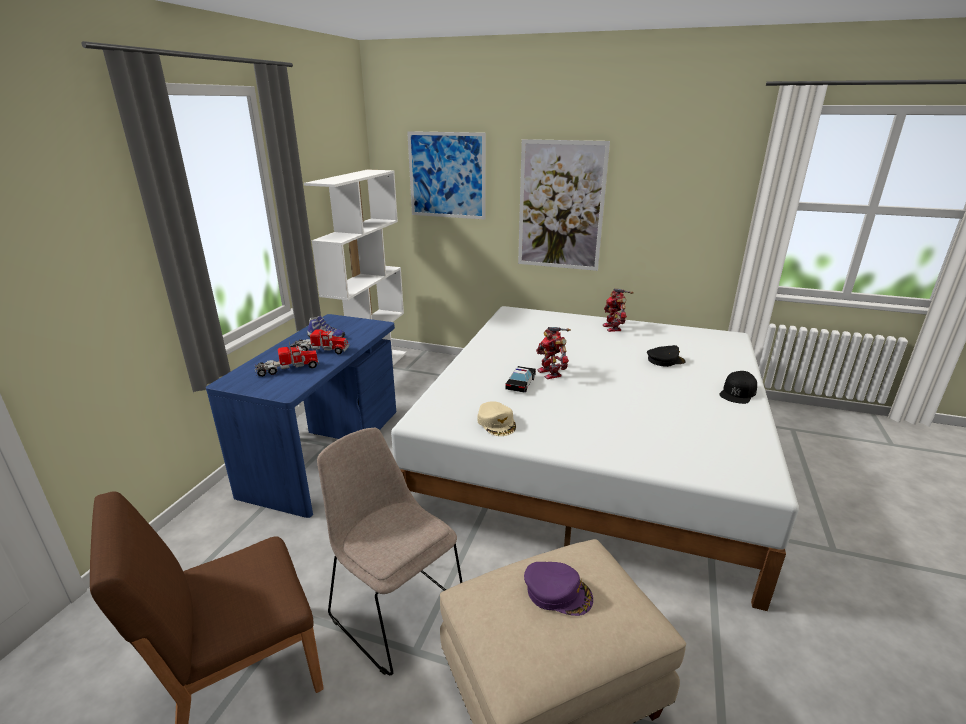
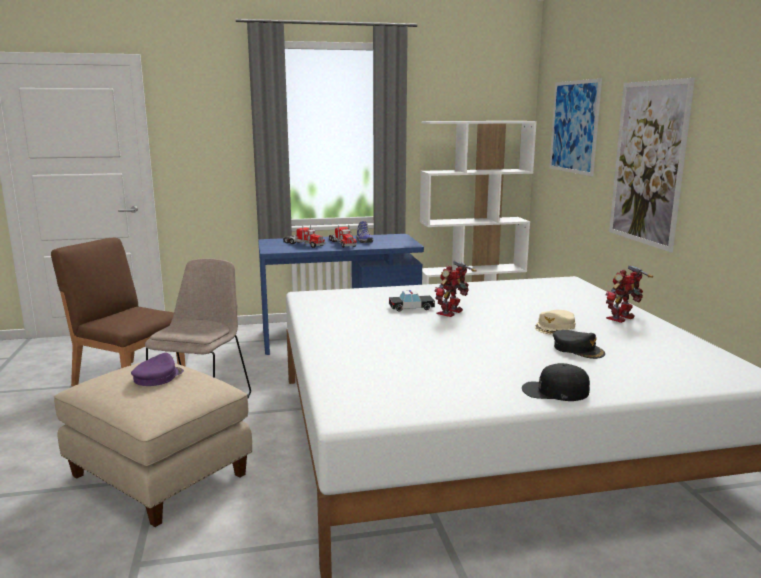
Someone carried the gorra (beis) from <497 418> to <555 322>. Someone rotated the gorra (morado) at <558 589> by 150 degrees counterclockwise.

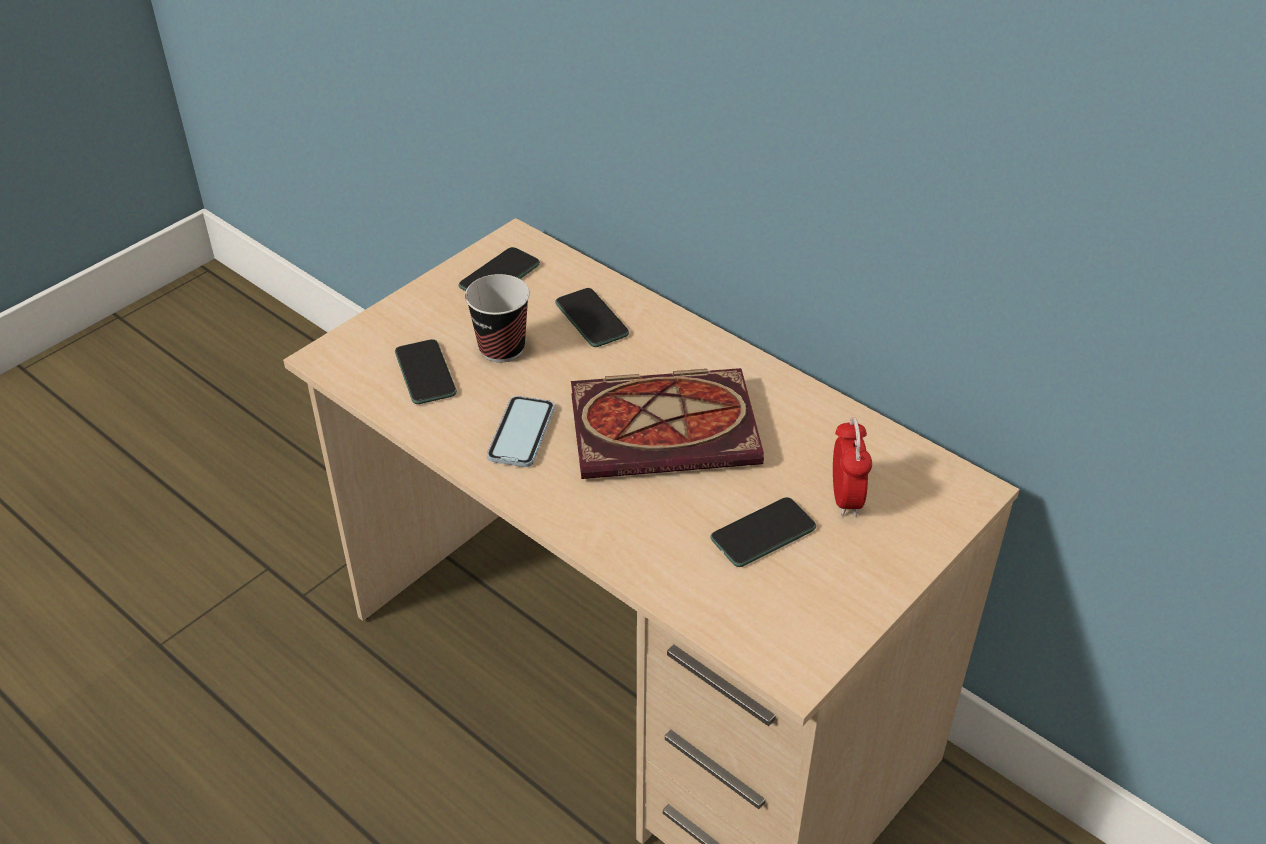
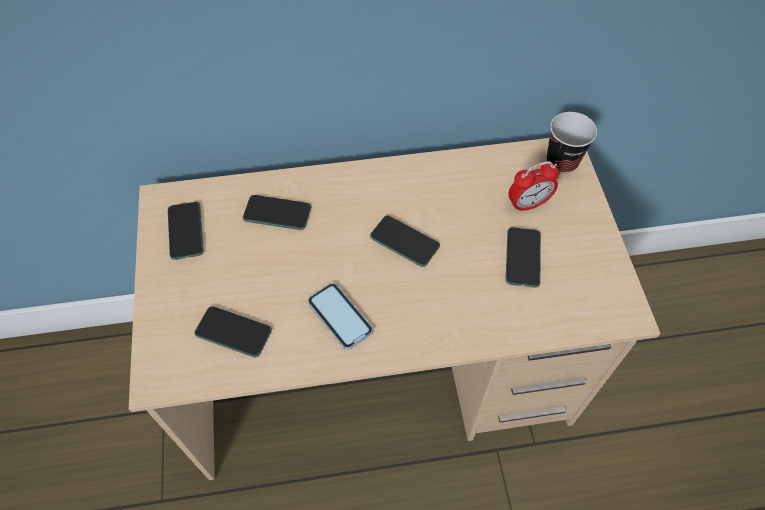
Someone carried the taza from <497 318> to <572 143>. Someone swapped the libro at <667 423> for the móvil at <405 241>. Someone rotated the despertador at <852 466> by 120 degrees clockwise.

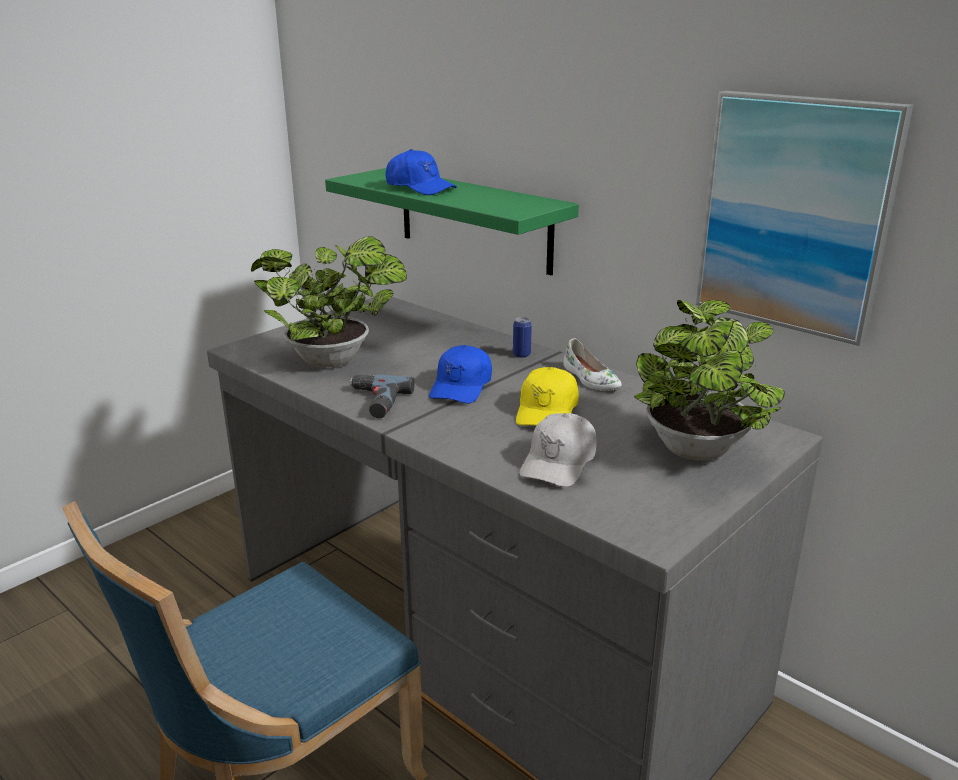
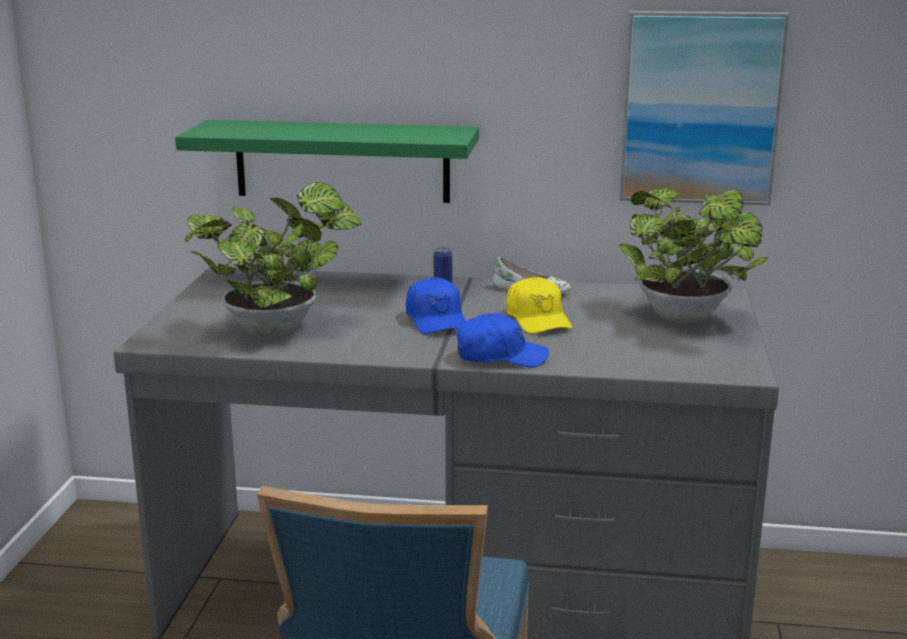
Someone carried the gorra (azul) from <421 172> to <502 340>. Someone took away the taladro at <381 396>. Someone took away the gorra (blanco) at <558 450>.

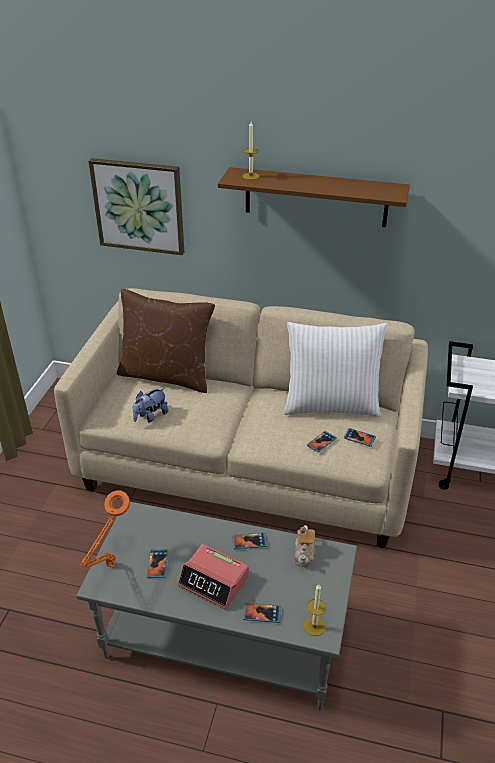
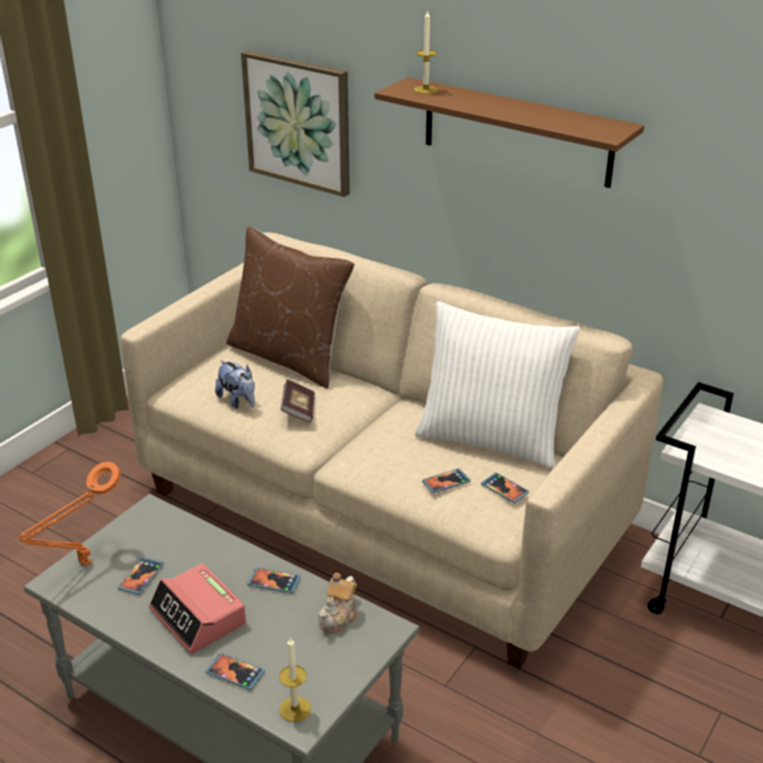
Someone rotated the peluche at <150 405> by 105 degrees counterclockwise. Someone put down the libro at <297 400>.

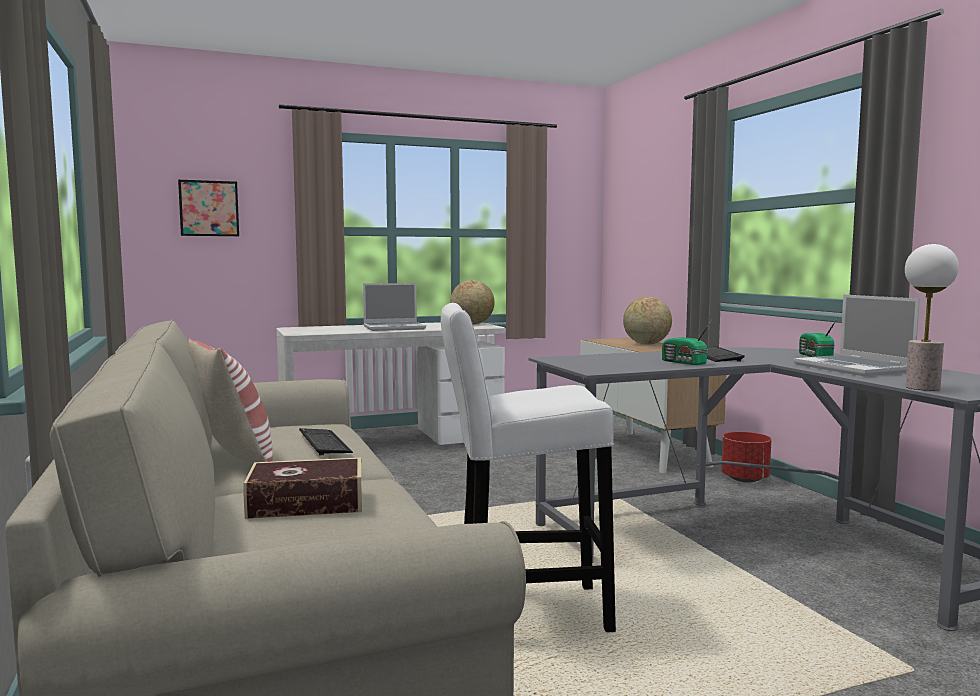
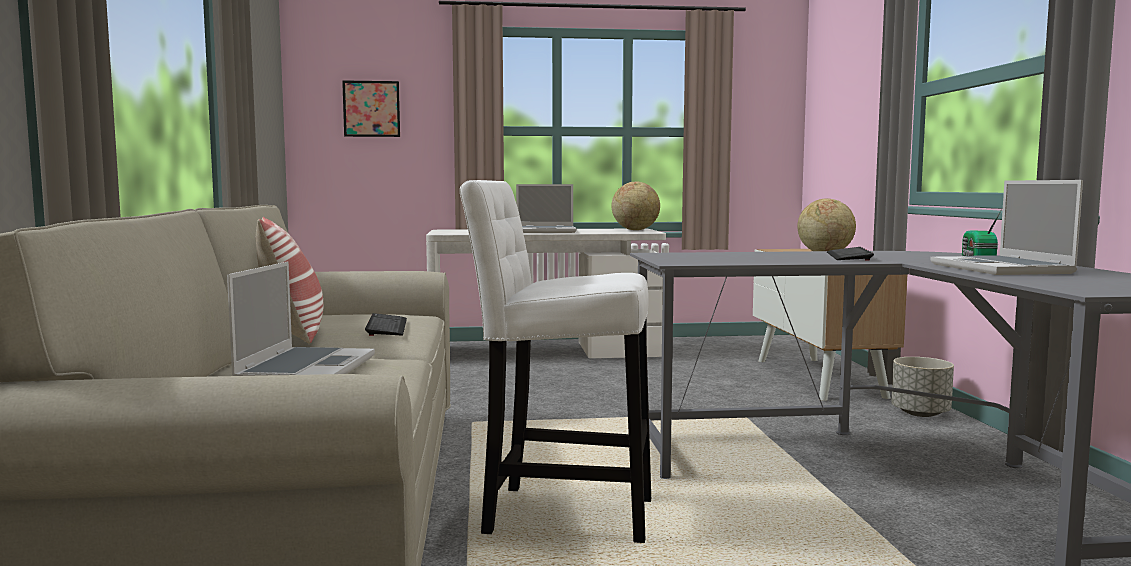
Someone took away the lámpara de mesa at <932 317>. Someone took away the radio at <687 342>. Someone repainted the maceta (rojo) at <746 457>, which became the maceta (gris) at <922 387>. Someone swapped the libro at <302 488> for the portátil at <301 318>.

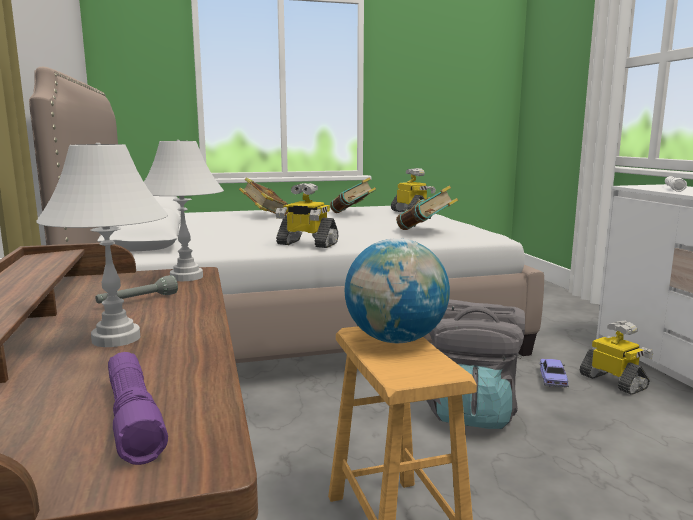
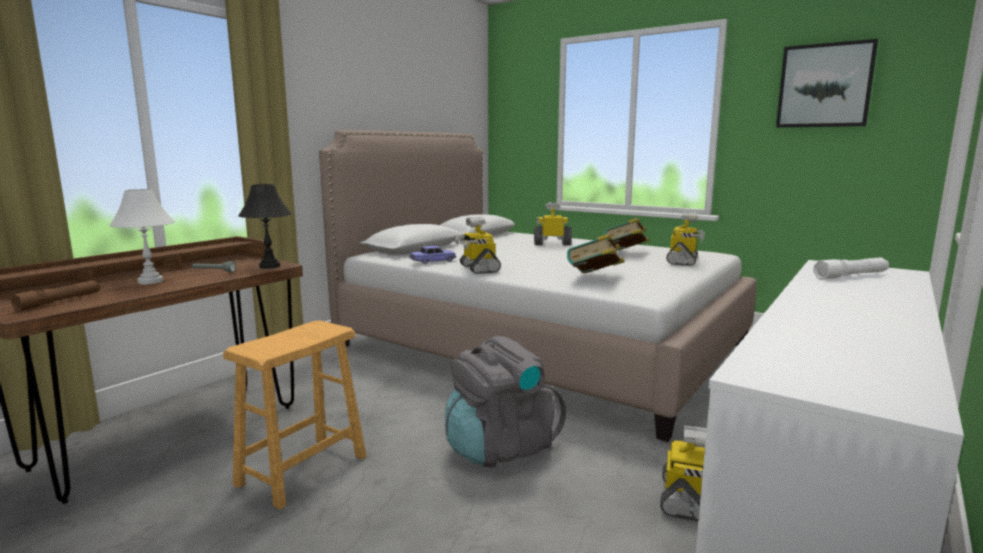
Someone repainted the lámpara de mesa (blanco) at <184 210>, which became the lámpara de mesa (negro) at <264 226>. Someone swapped the libro at <263 196> for the robot de juguete at <553 223>. Someone took away the globo terráqueo at <397 290>. Someone repainted the linterna (morado) at <138 408>, which became the linterna (marrón) at <55 295>. Someone carried the coche de juguete from <554 373> to <432 255>. Someone put up the cuadro at <827 83>.

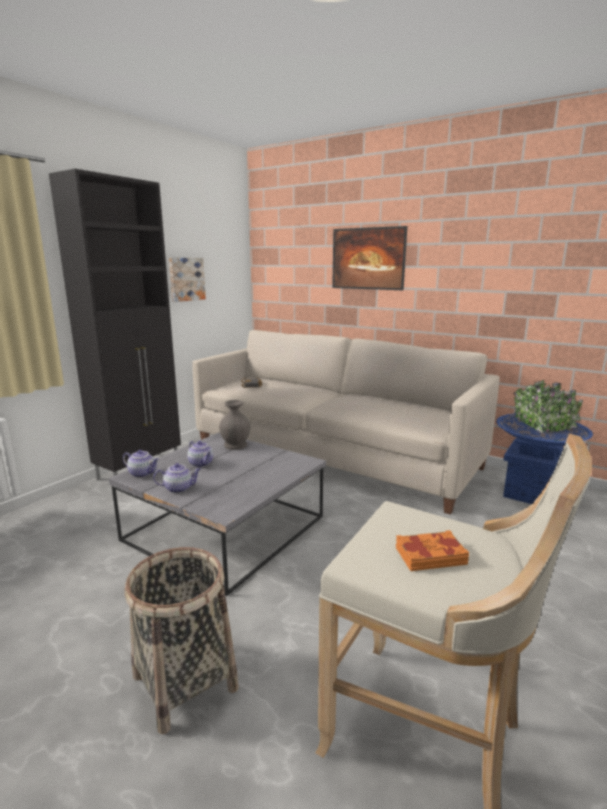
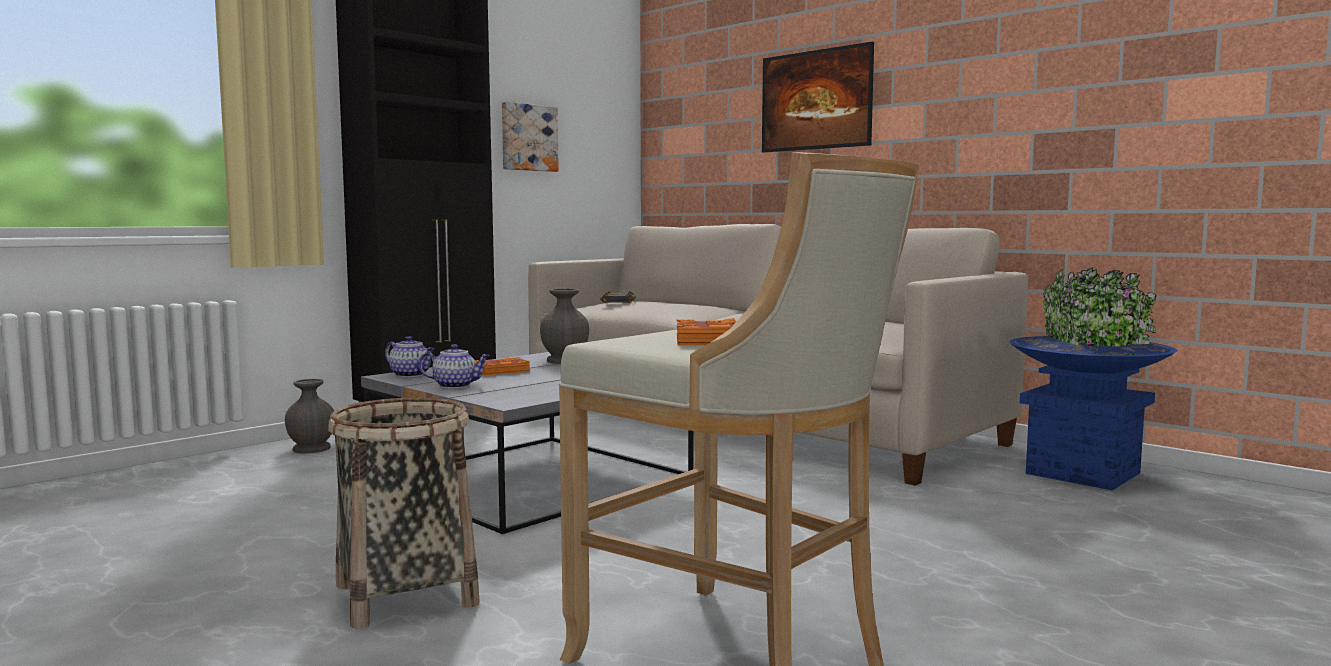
Someone swapped the tetera at <200 454> for the libro (naranja) at <502 366>. Someone put down the florero (gris) at <309 416>.

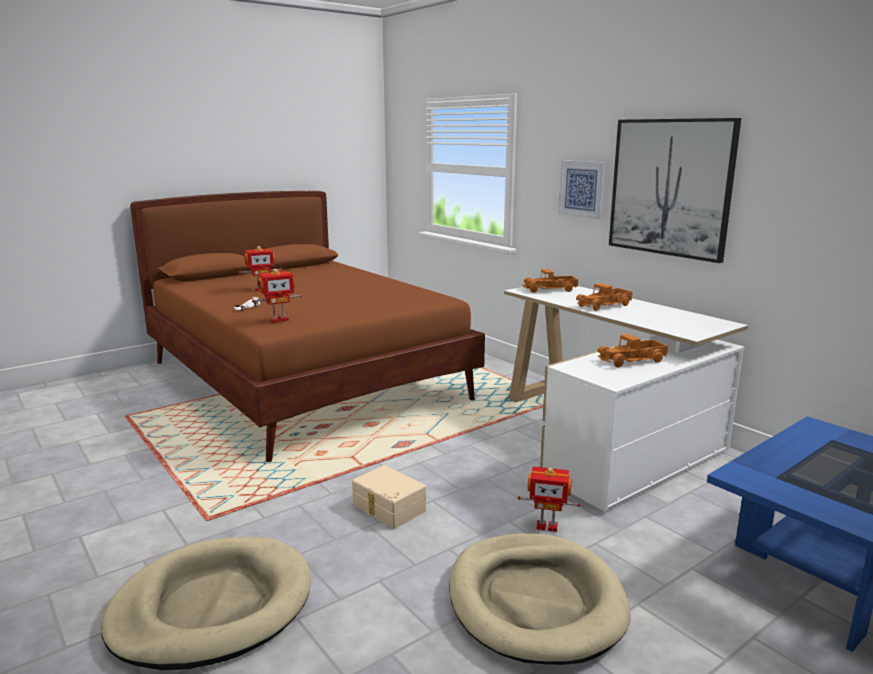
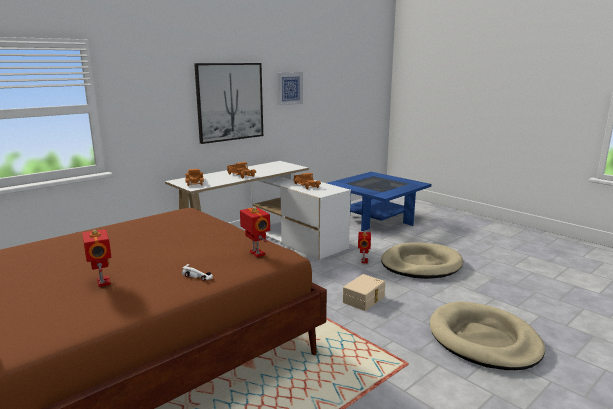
Someone carried the cuadro from <582 189> to <290 89>.

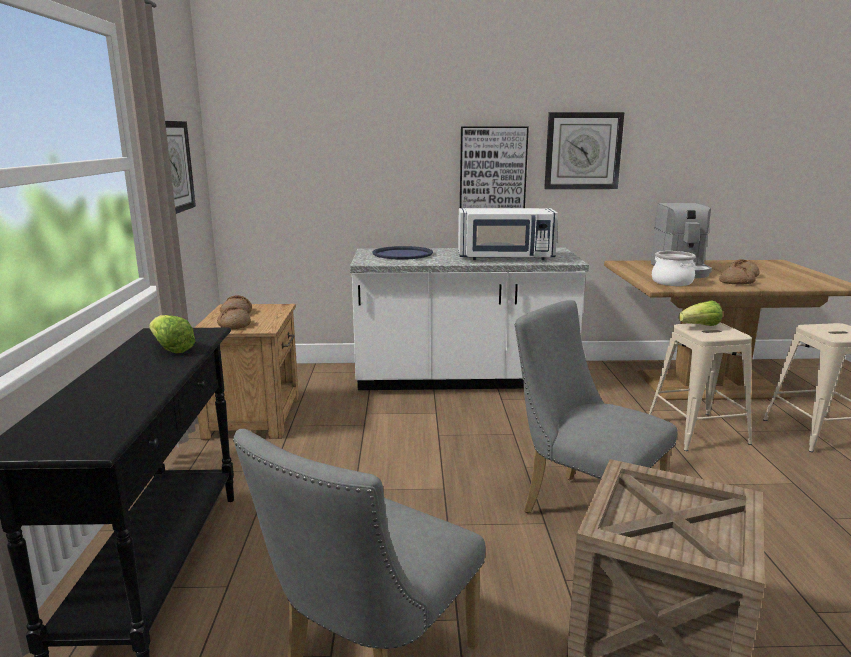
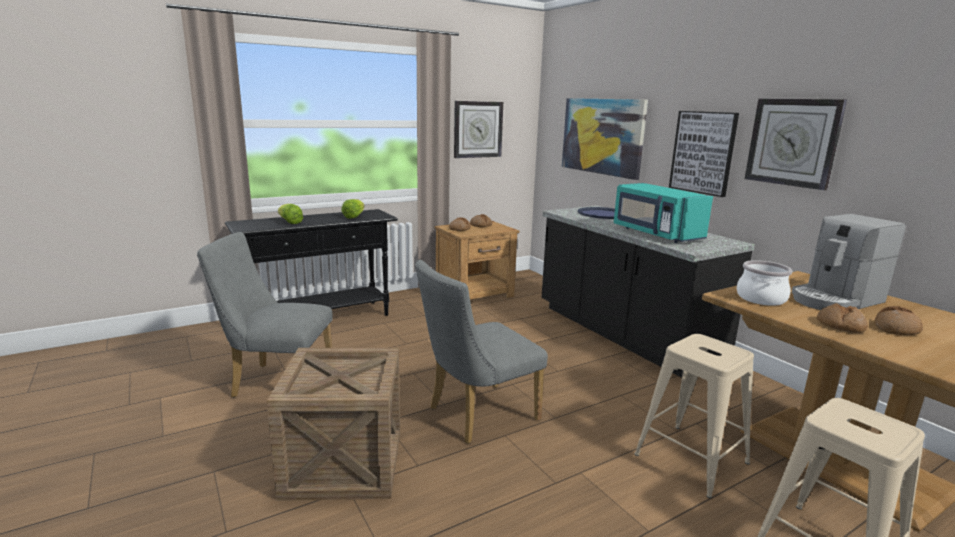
Someone repainted the microondas (blanco) at <508 234>, which became the microondas (turquesa) at <663 213>. Someone repainted the mueble bajo de cocina (blanco) at <469 319>, which became the mueble bajo de cocina (negro) at <648 292>. Someone rotated the silla (gris) at <596 406> by 135 degrees counterclockwise. Someone carried the lechuga from <700 313> to <290 214>. Someone put up the cuadro at <605 139>.

